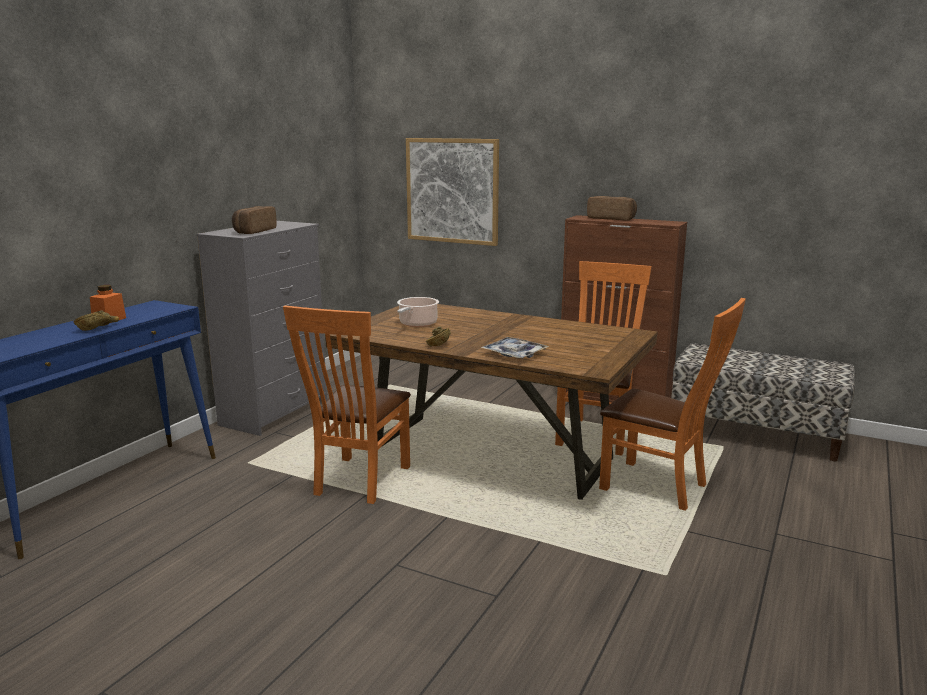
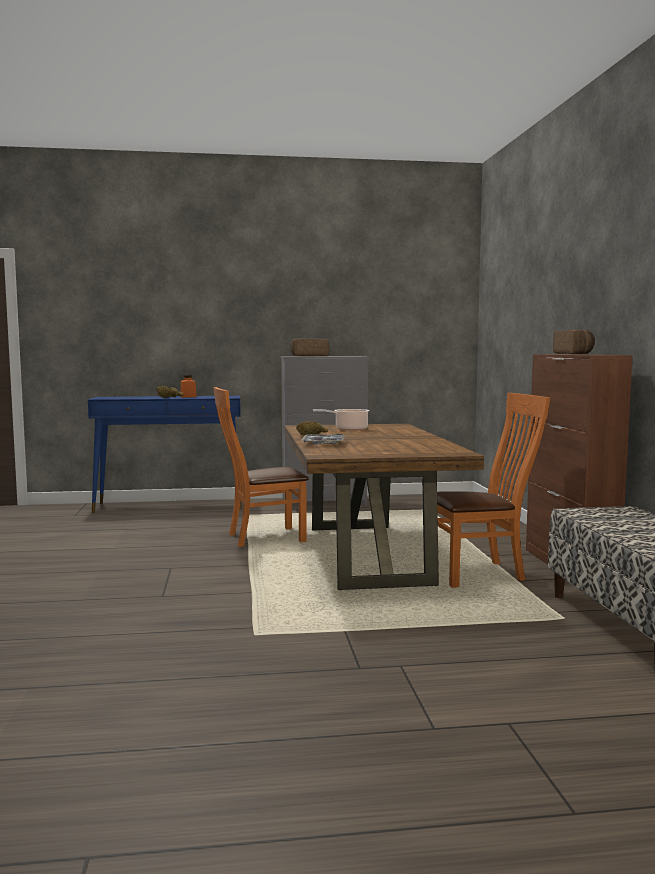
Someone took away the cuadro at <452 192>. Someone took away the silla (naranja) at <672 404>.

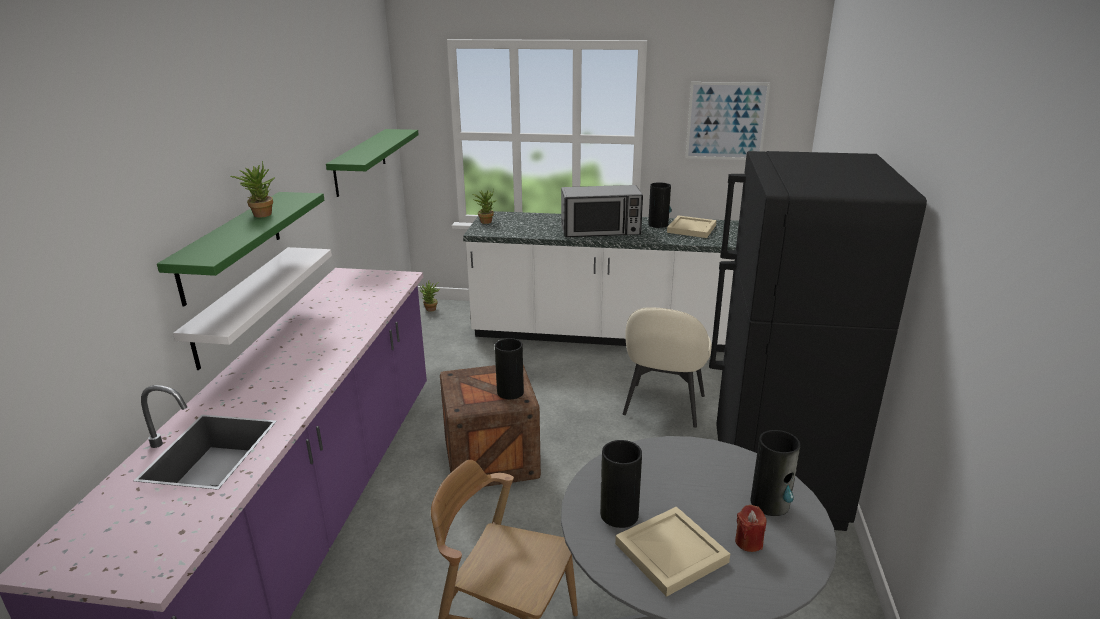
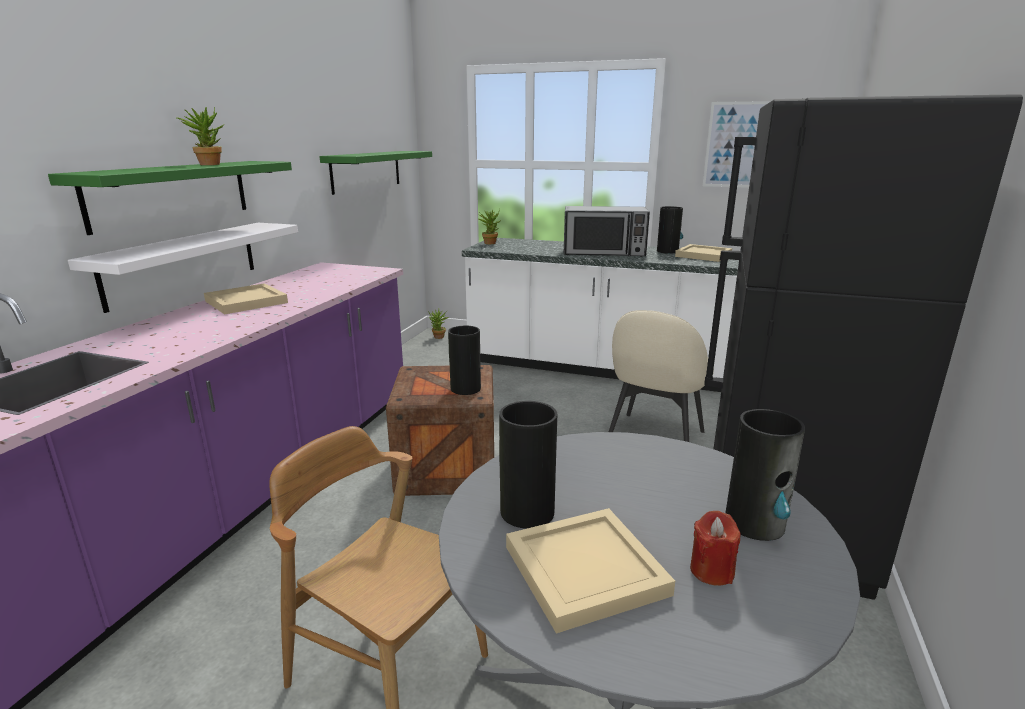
Someone put down the bandeja (beis) at <246 299>.

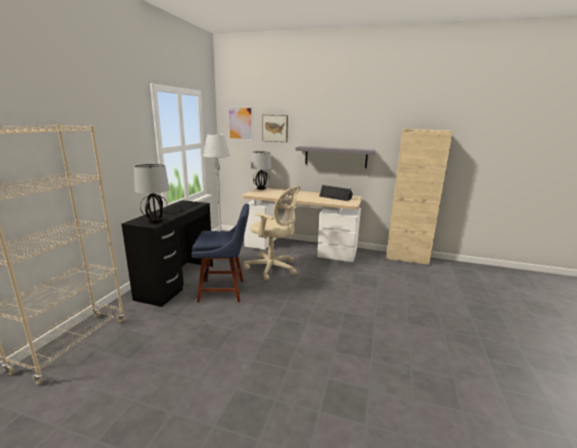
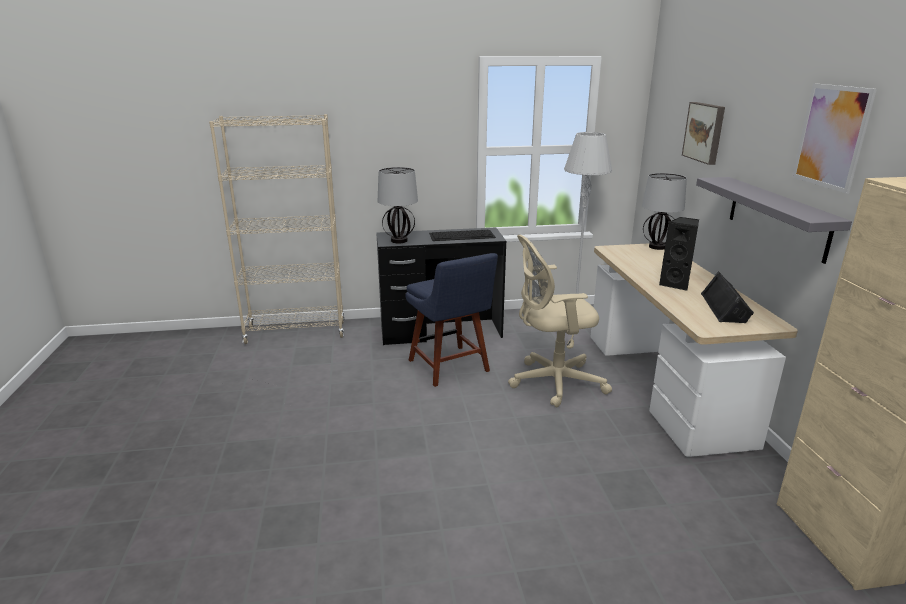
Someone carried the cuadro from <240 123> to <834 138>. Someone rotated the silla de oficina (beis) at <272 233> by 75 degrees clockwise. Someone put down the altavoz (negro) at <679 254>.

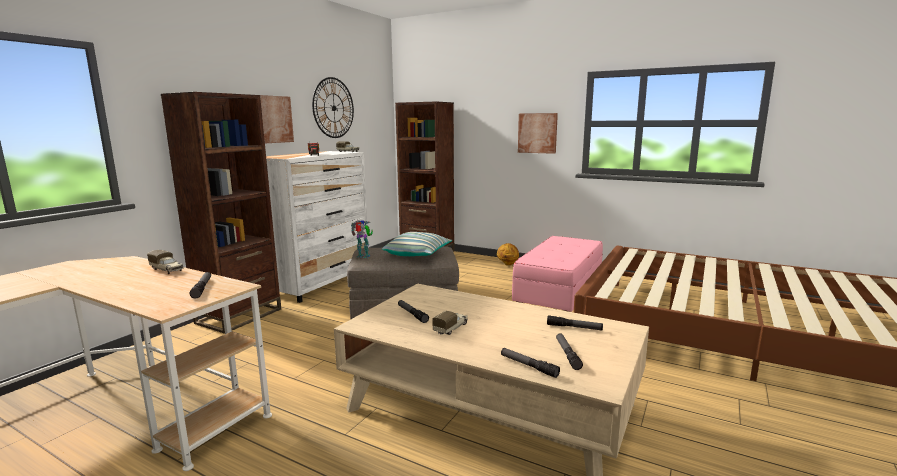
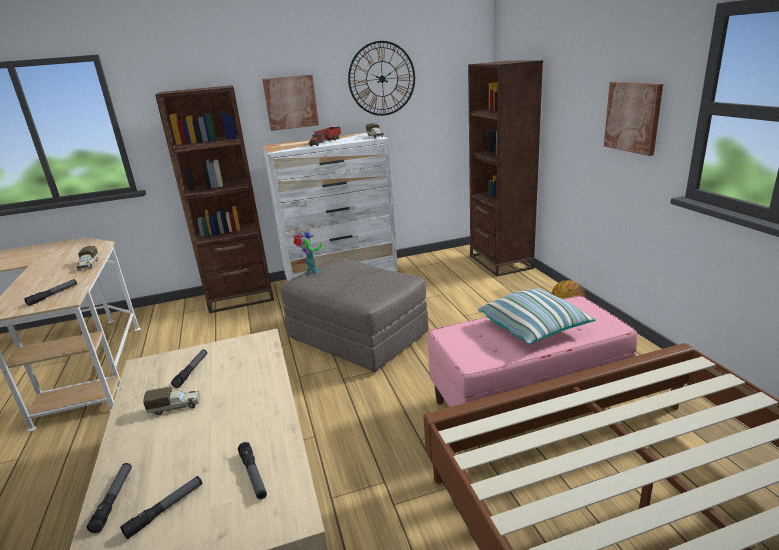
Someone carried the cojín from <417 244> to <537 316>.

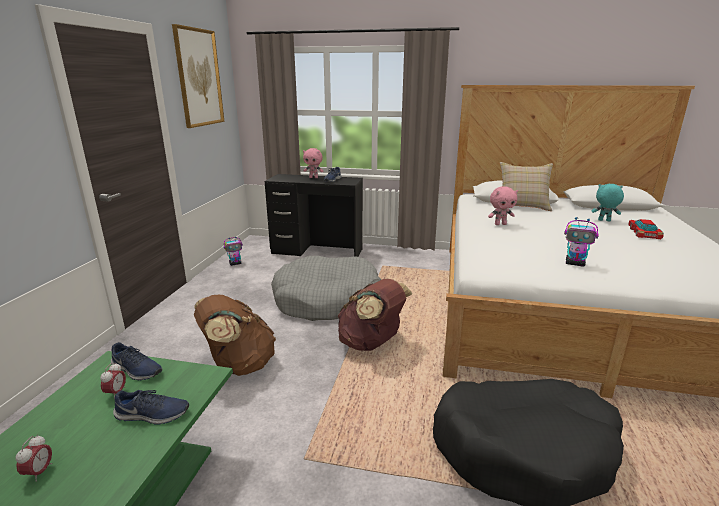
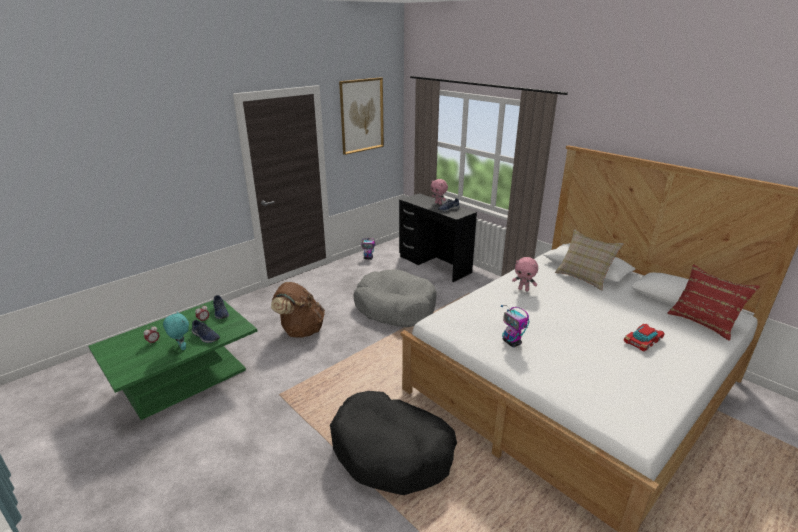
Someone carried the peluche (turquesa) from <608 202> to <176 330>. Someone took away the mochila (marrón) at <375 315>. Someone put down the cojín (rojo) at <713 302>.

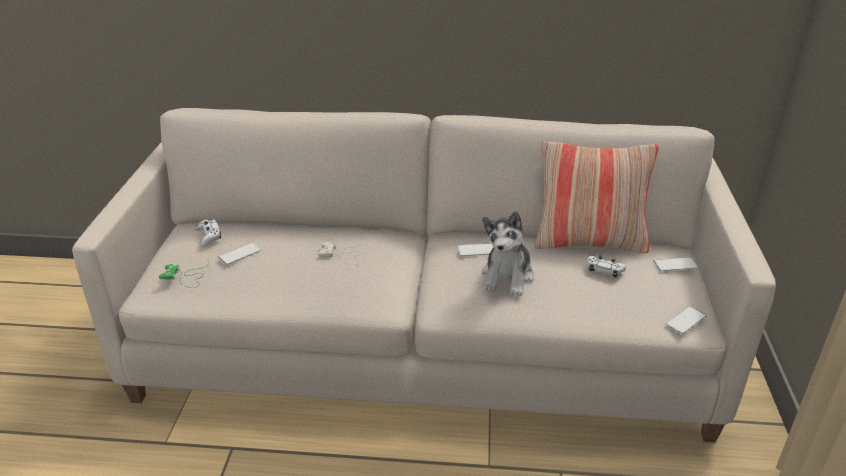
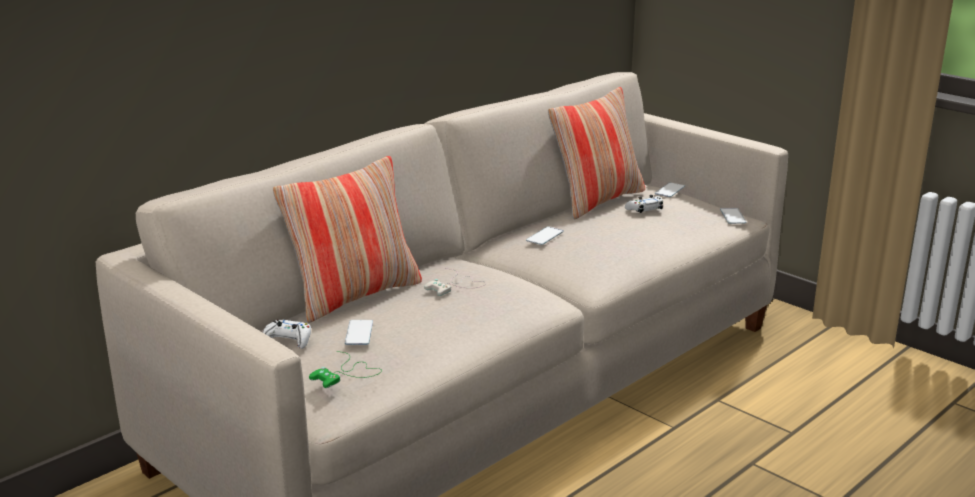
Someone took away the peluche at <508 253>. Someone put down the cojín at <347 239>.

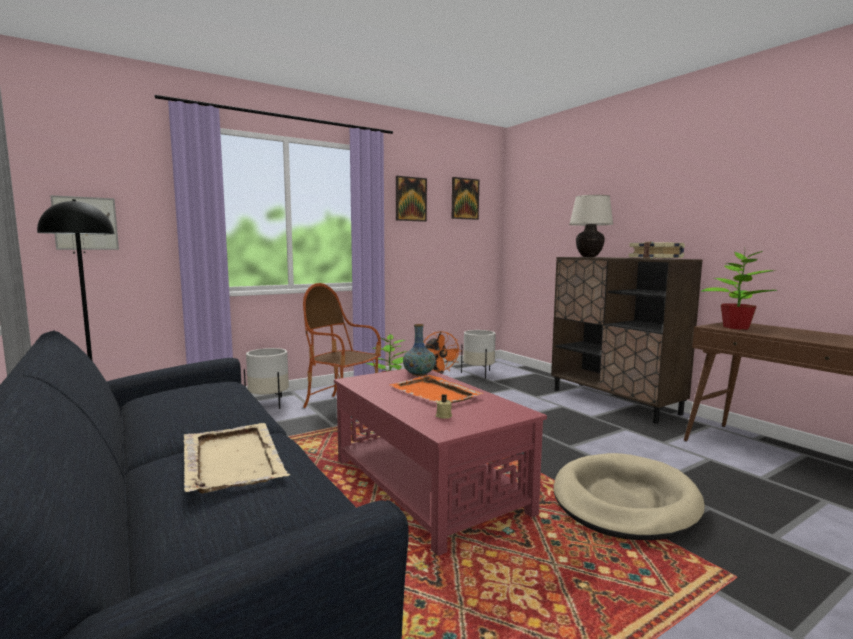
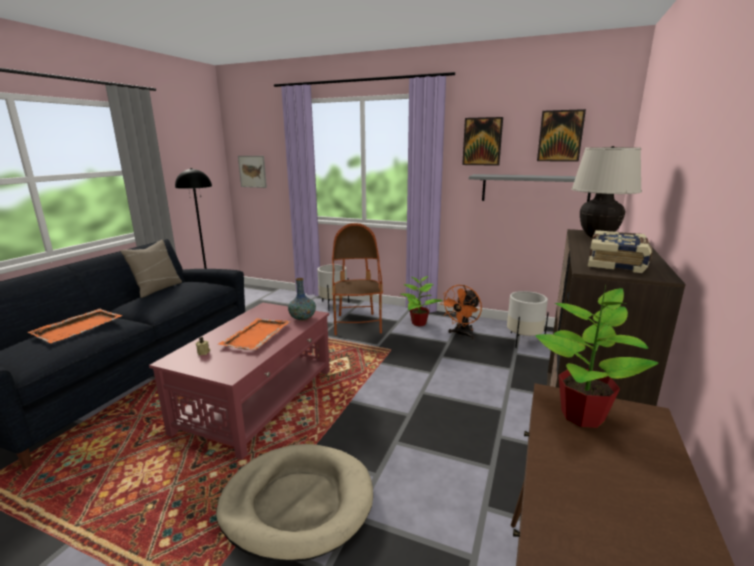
Someone repainted the bandeja (beis) at <236 458>, which became the bandeja (naranja) at <75 326>. Someone put up the estante (gris) at <530 188>. Someone put down the cojín (beis) at <151 269>.

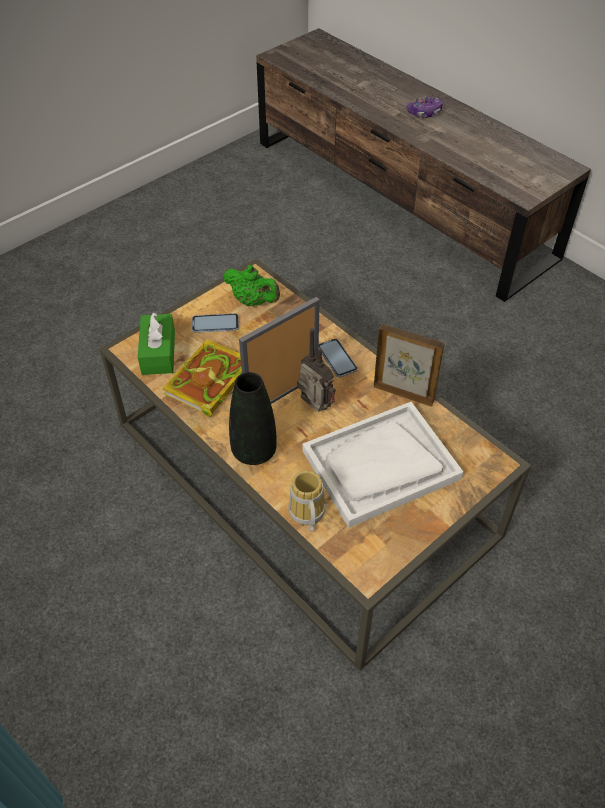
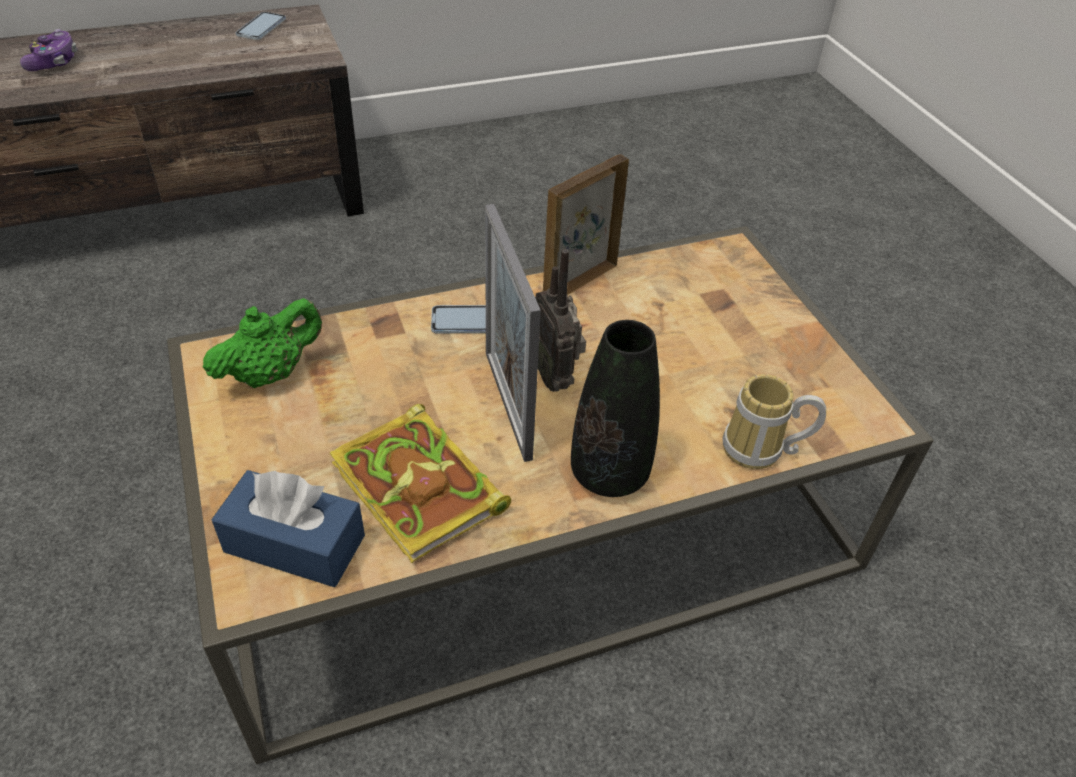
Someone repainted the caja de pañuelos (verde) at <156 343>, which became the caja de pañuelos (azul) at <288 528>. Someone carried the móvil from <215 323> to <261 26>. Someone rotated the radio at <316 370> by 90 degrees counterclockwise. Someone took away the bandeja (blanco) at <383 465>.

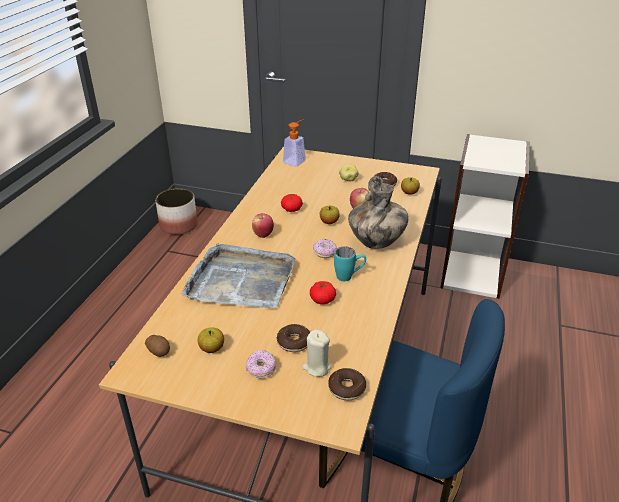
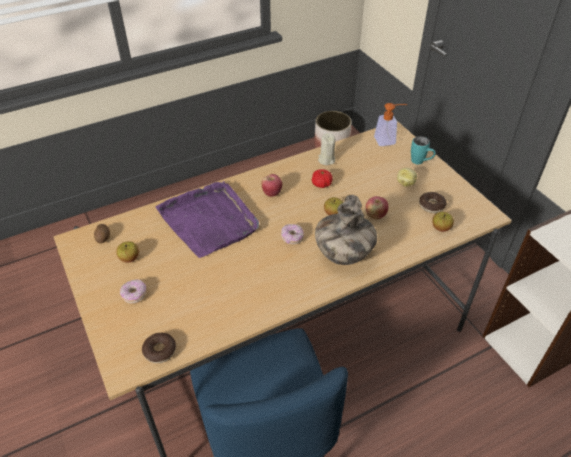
Someone repainted the bandeja (gris) at <238 275>, which became the bandeja (morado) at <207 219>. Someone carried the taza grande (turquesa) from <350 263> to <423 150>. Someone took away the tomate at <323 292>. Someone took away the rosquilla at <293 338>. Someone carried the vela (beis) from <317 353> to <326 149>.

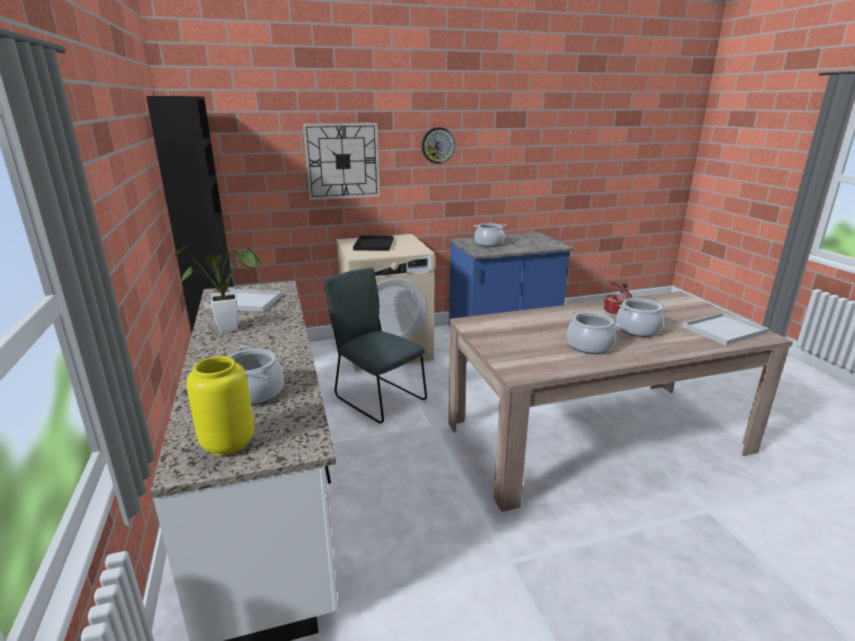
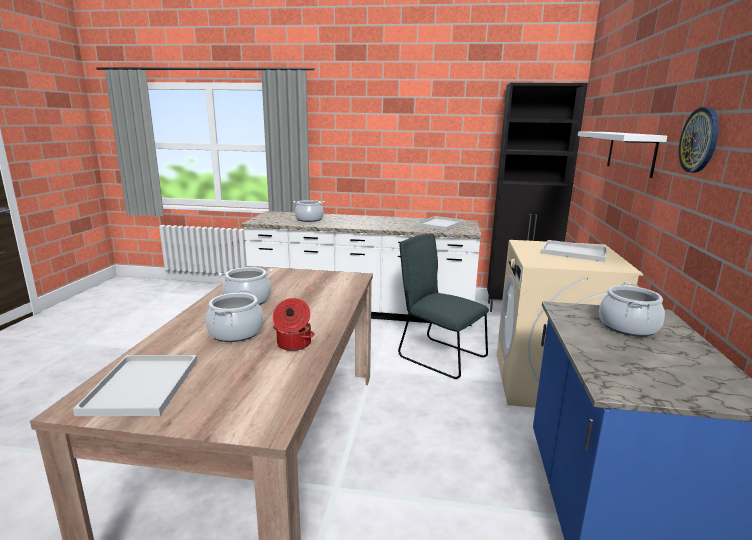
Someone swapped the reloj de pared at <341 161> for the estante (blanco) at <622 154>. Someone repainted the bandeja (negro) at <373 243>, which became the bandeja (blanco) at <574 251>. Someone took away the planta en maceta at <218 288>. Someone rotated the silla (gris) at <375 346> by 120 degrees counterclockwise. Someone took away the florero (amarillo) at <220 406>.

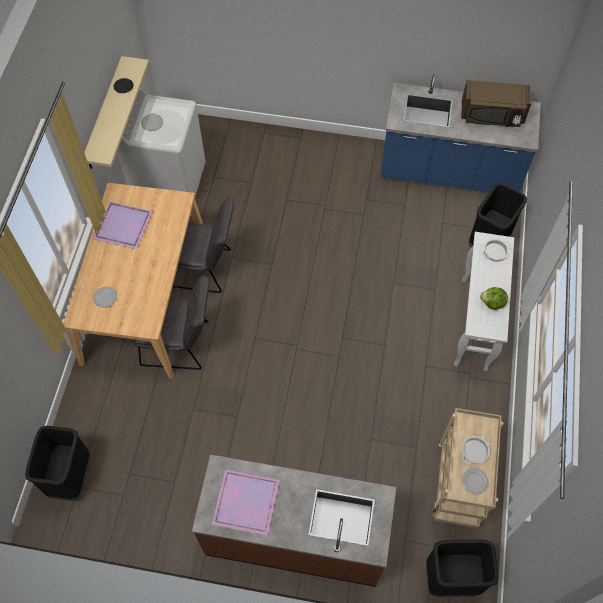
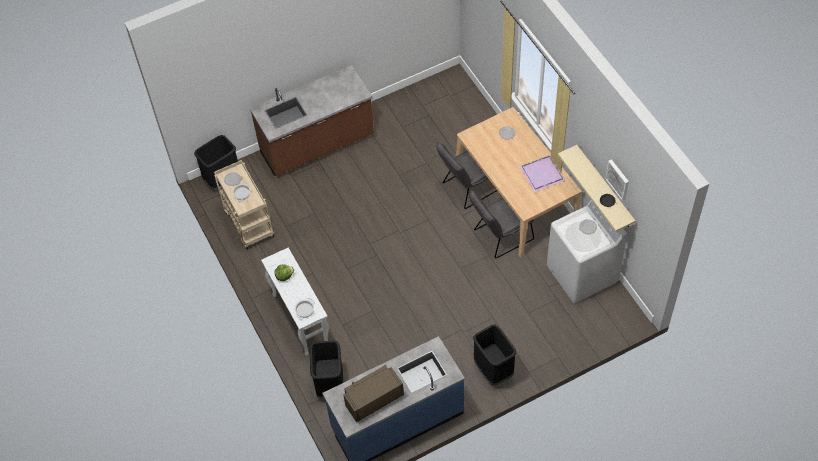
Someone carried the papelera (negro) from <58 463> to <495 355>. Someone took away the bandeja (morado) at <246 503>. Someone put up the cuadro at <617 180>.

